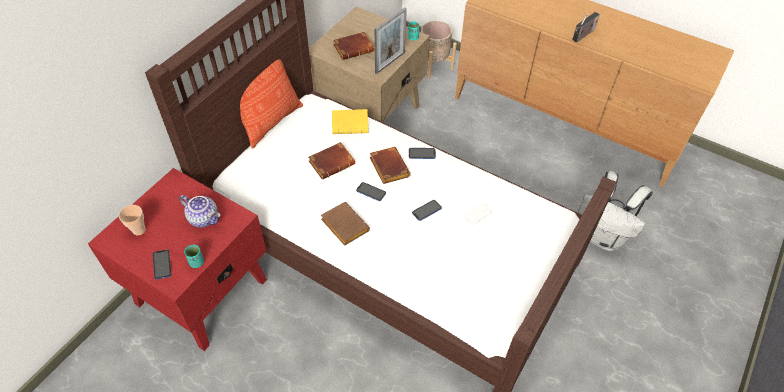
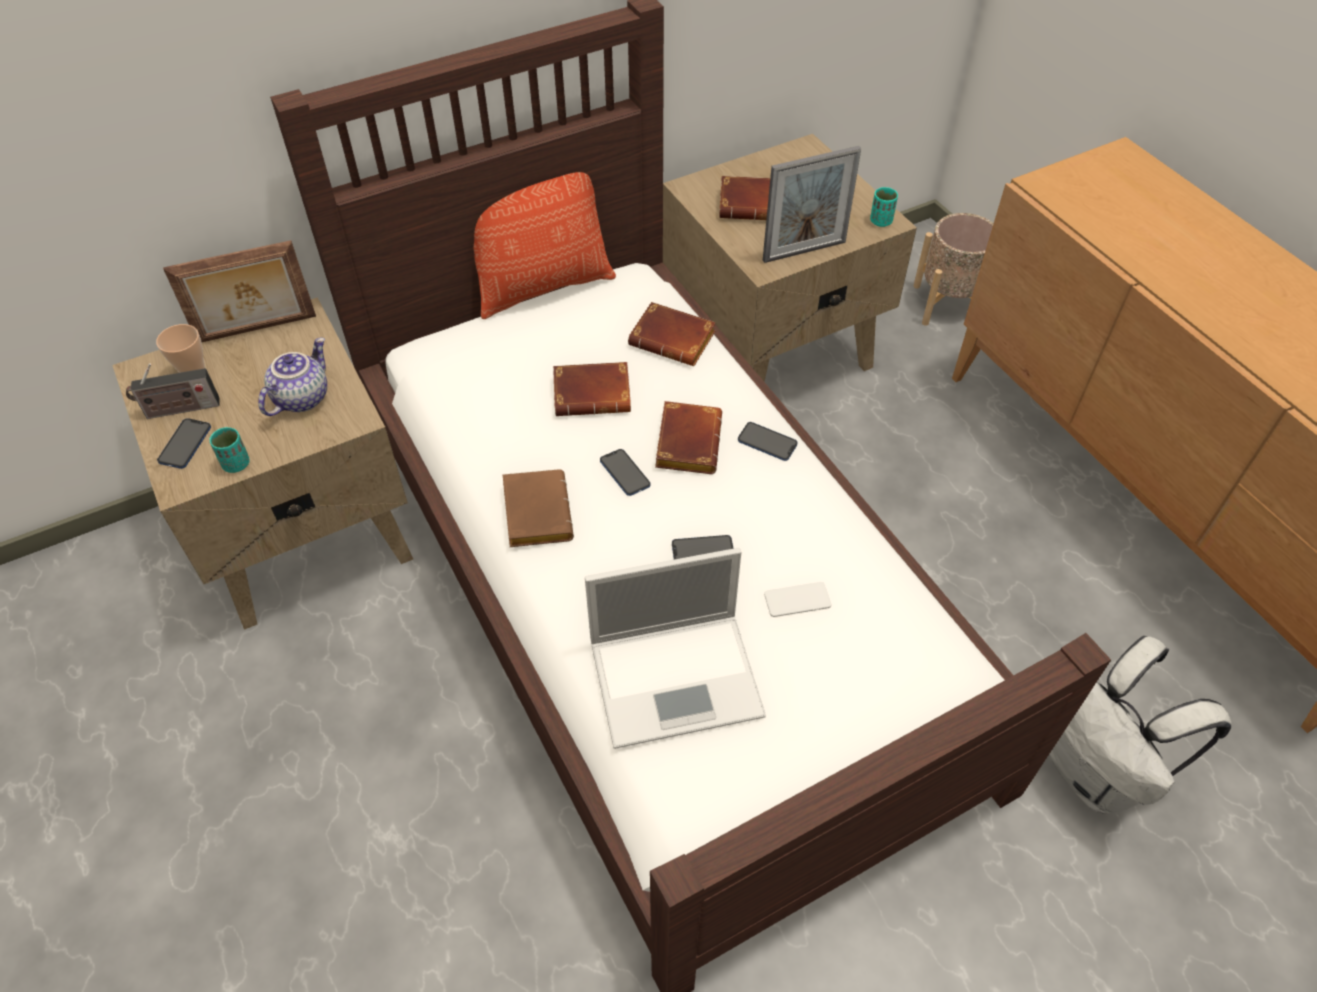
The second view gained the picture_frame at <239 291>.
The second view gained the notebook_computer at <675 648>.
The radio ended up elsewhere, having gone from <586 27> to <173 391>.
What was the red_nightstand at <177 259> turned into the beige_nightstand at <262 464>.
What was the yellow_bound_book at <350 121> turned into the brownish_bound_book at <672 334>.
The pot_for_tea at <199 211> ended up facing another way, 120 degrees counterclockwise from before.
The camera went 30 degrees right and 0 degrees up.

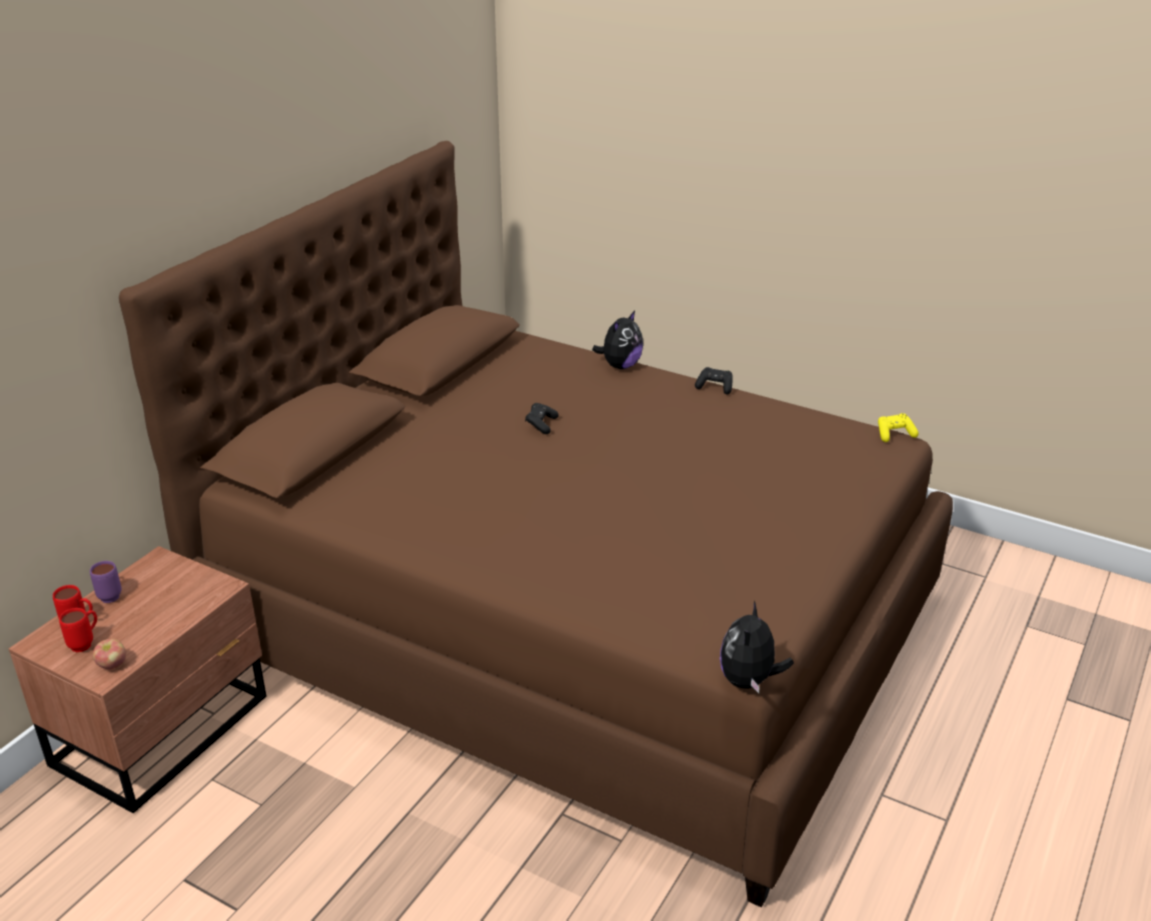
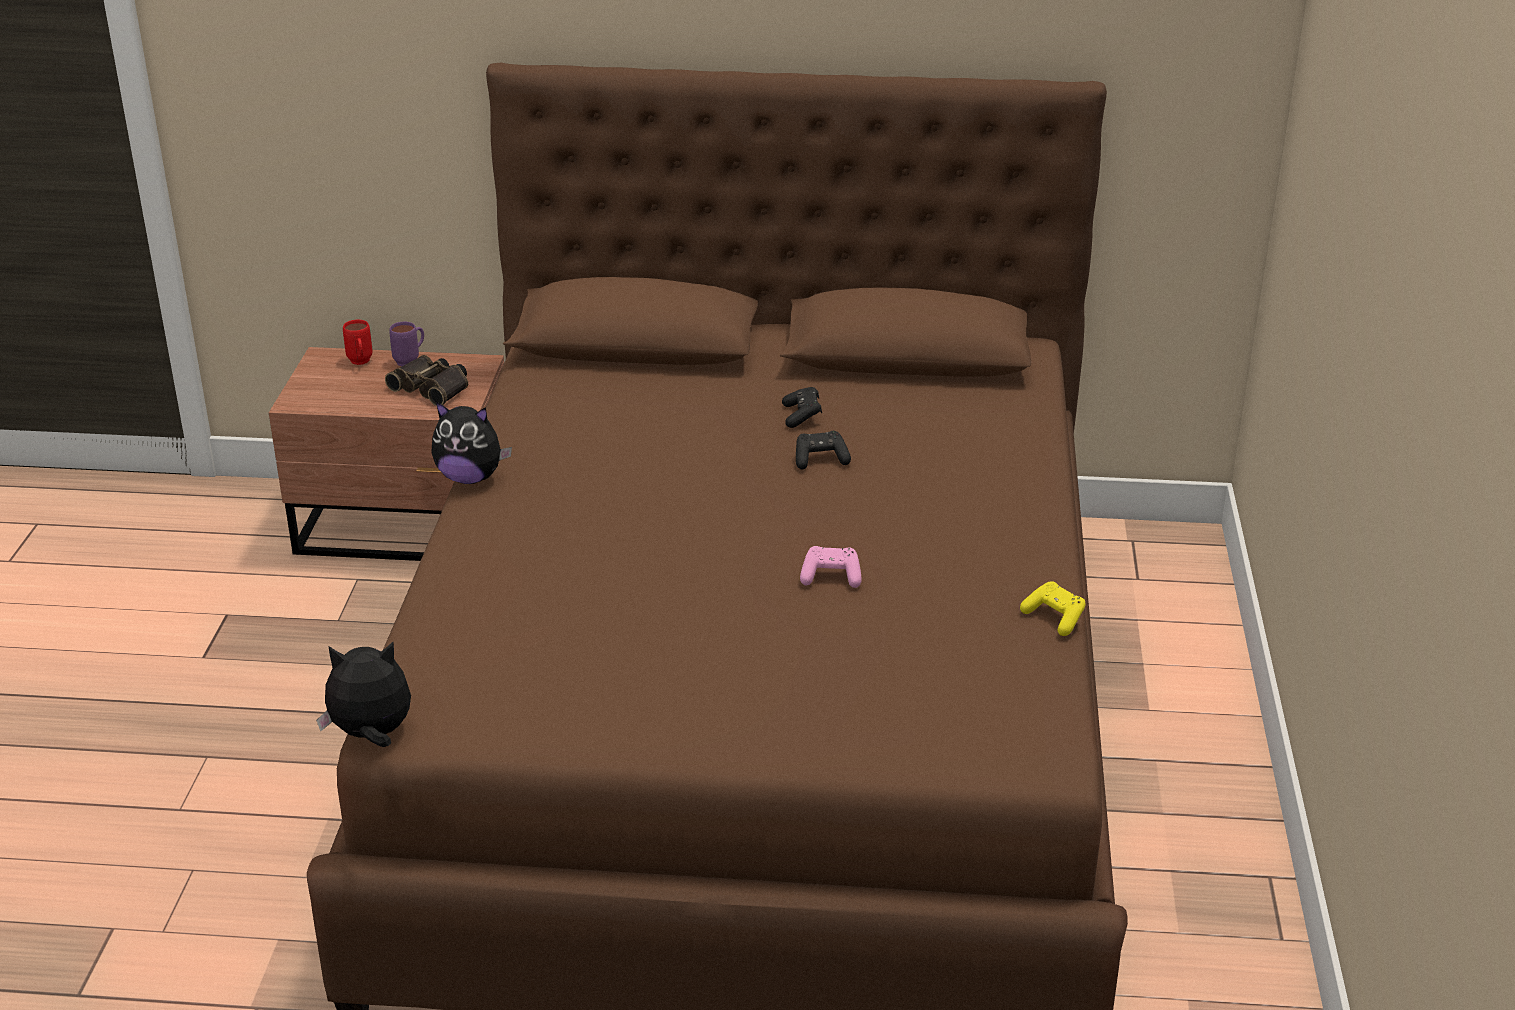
The second view lost the red_mug at <78 630>.
The second view lost the whole_apple at <109 654>.
The second view gained the field_glasses at <426 380>.
The second view gained the pink-coloured_game_controller at <831 567>.
The cuddly_toy ended up elsewhere, having gone from <617 340> to <471 443>.
The blackish_game_controller ended up elsewhere, having gone from <714 380> to <802 407>.
The yellow_game_controller ended up elsewhere, having gone from <898 427> to <1053 608>.
The camera went 65 degrees right and 0 degrees up.

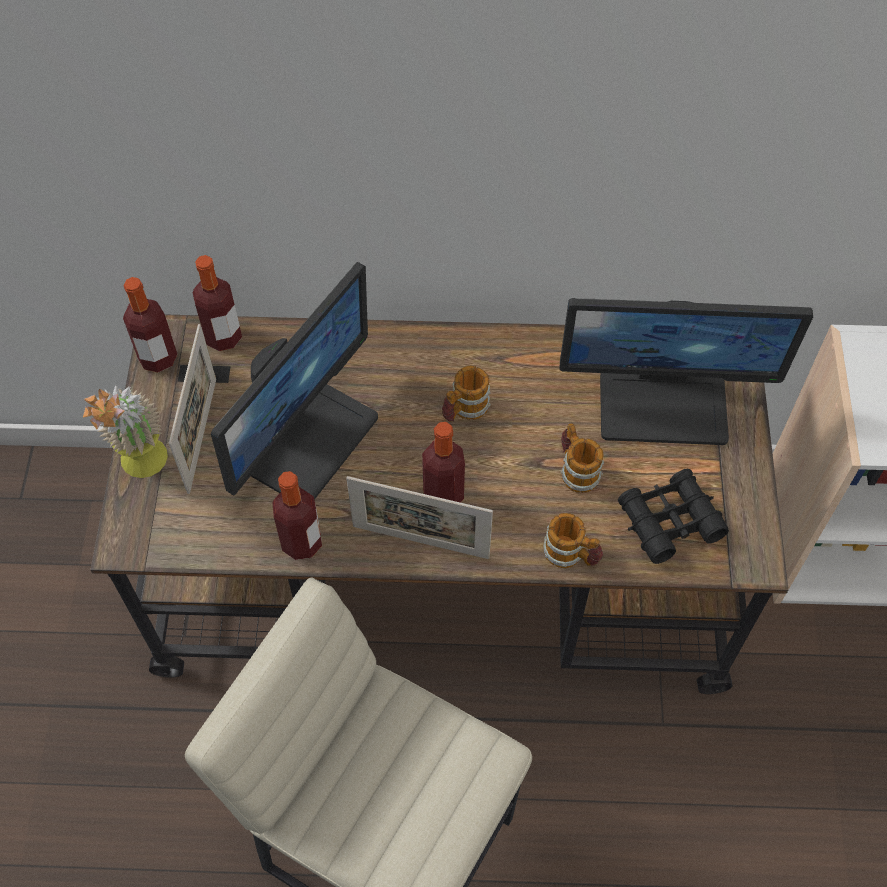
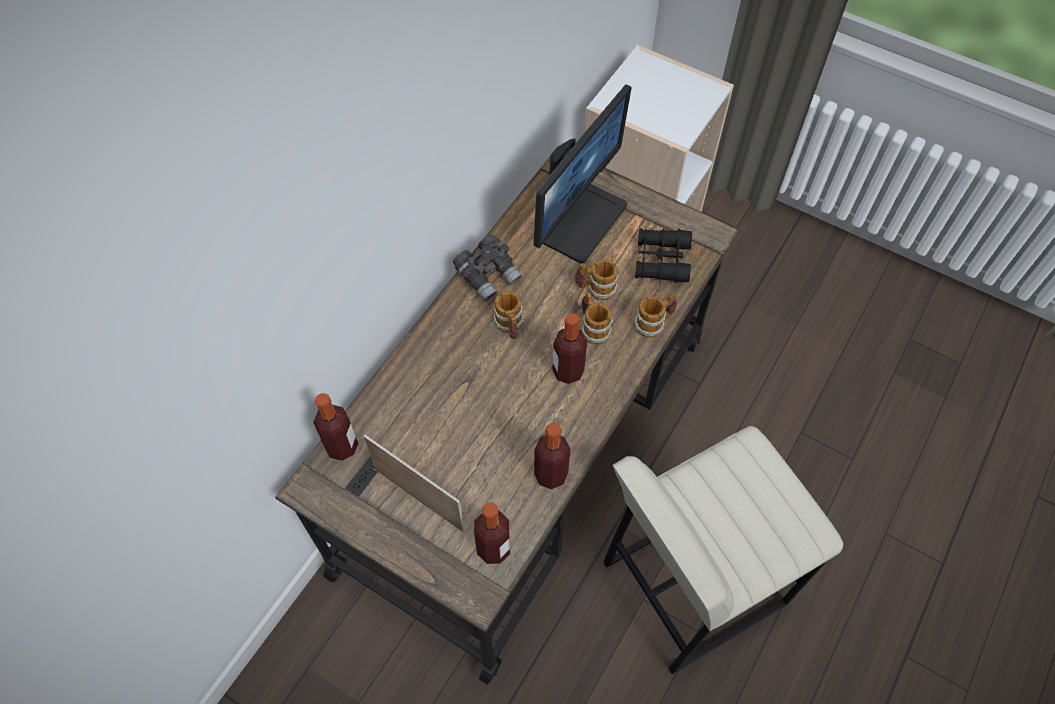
The second view lost the plant_in_a_pot at <125 431>.
The second view lost the computer_screen at <294 381>.
The second view lost the picture_frame at <419 517>.
The second view gained the grey_field_glasses at <487 268>.
The second view gained the mug at <597 318>.
The bottle ended up elsewhere, having gone from <150 325> to <492 533>.
The camera went 60 degrees left and 0 degrees up.

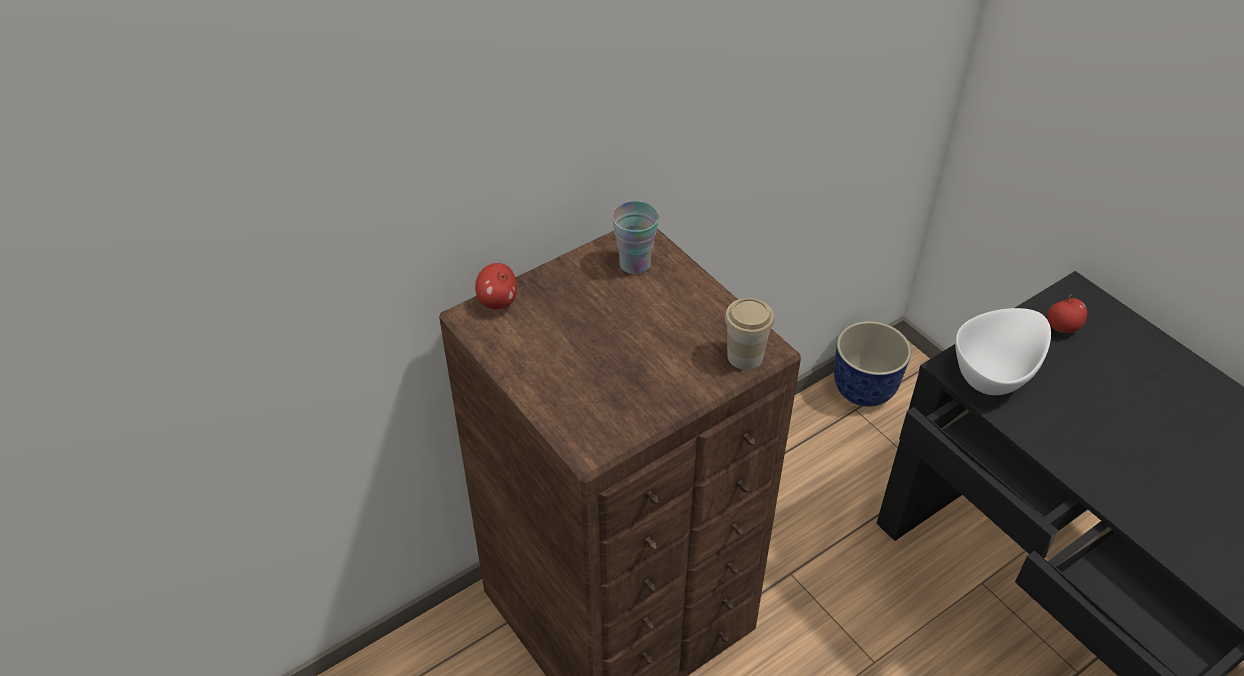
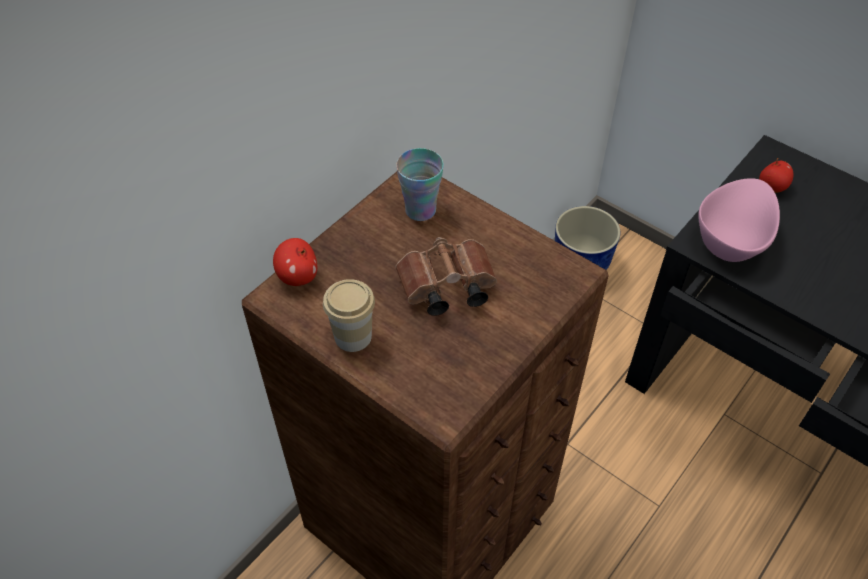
The second view gained the brownish_field_glasses at <446 276>.
The cup ended up elsewhere, having gone from <749 334> to <349 315>.
What was the whitish_deep_dish at <1003 351> turned into the pink-coloured_deep_dish at <739 220>.
The camera went 15 degrees left and 5 degrees up.

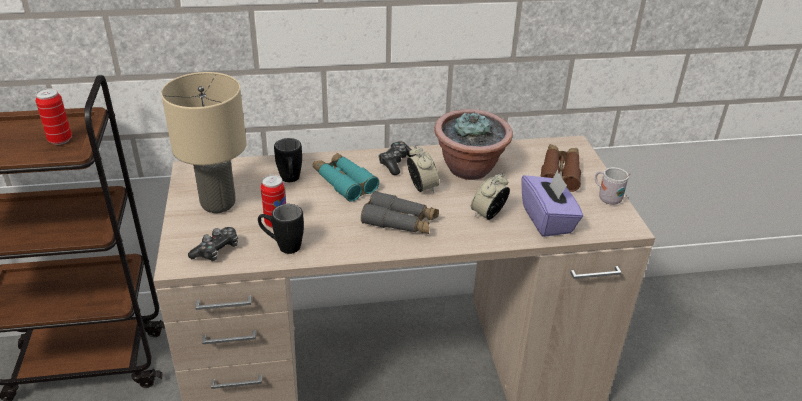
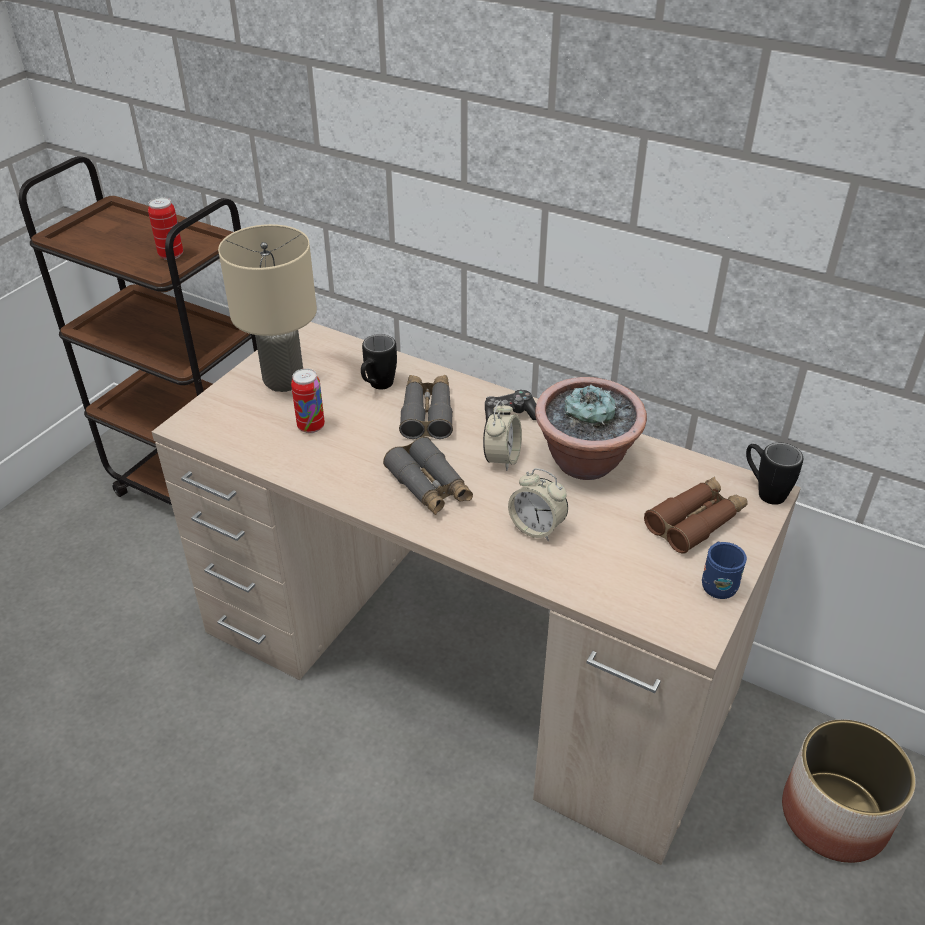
The second view lost the game_controller at <213 244>.
The second view lost the purple-coloured_tissue_box at <552 203>.
The second view gained the plant_pot at <849 791>.
The blackish_mug ended up elsewhere, having gone from <281 229> to <774 474>.
What was the turquoise_field_glasses at <346 177> turned into the grey_field_glasses at <426 407>.
What was the whitish_mug at <613 186> turned into the blue-coloured_mug at <724 570>.
The bedside_clock at <490 196> ended up facing another way, 135 degrees counterclockwise from before.
The camera went 40 degrees right and 5 degrees up.

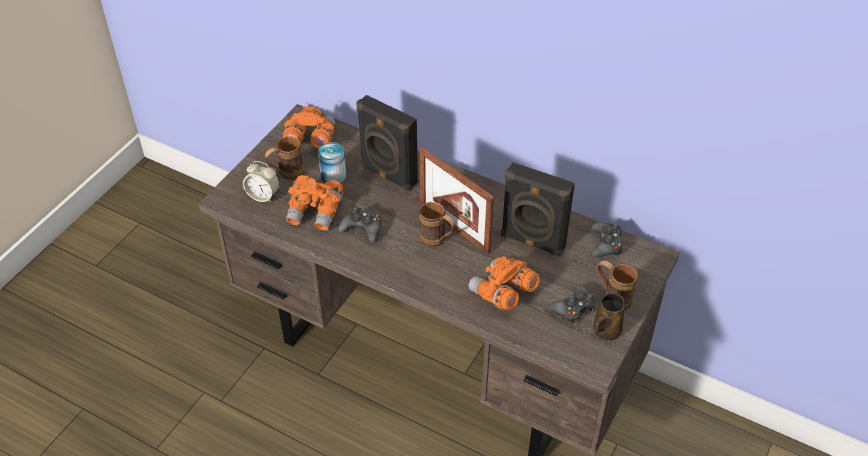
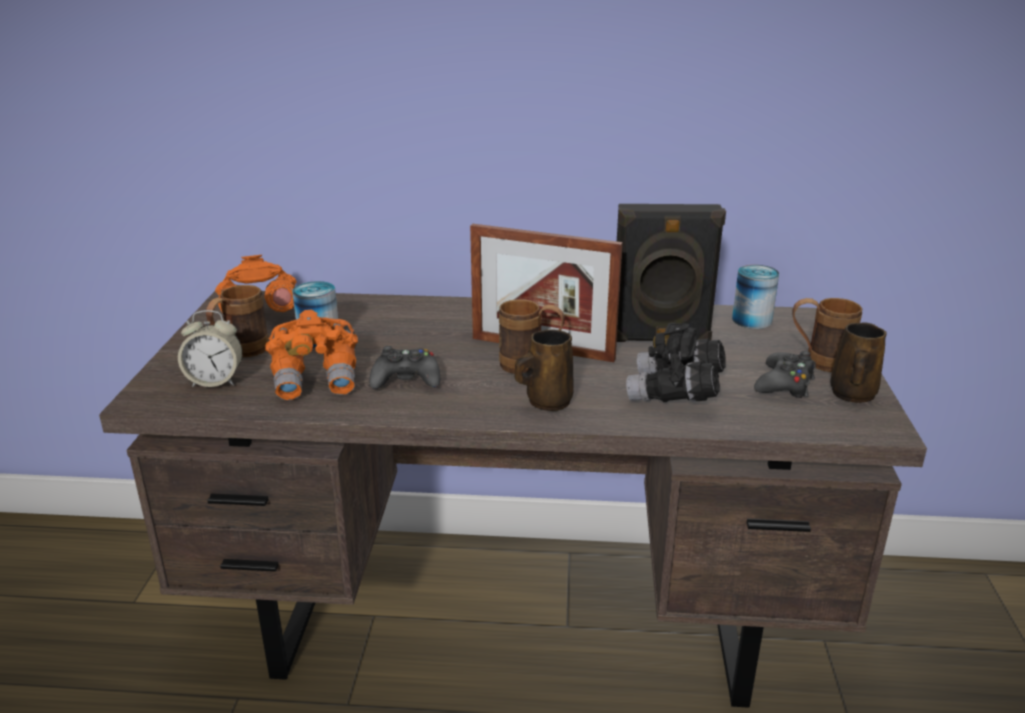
The second view lost the blackish_audio_speaker at <387 143>.
The second view gained the brownish_mug at <544 370>.
Where the blackish_game_controller stood at <607 239>, the metal_can came to stand at <755 297>.
What was the orange-coloured_field_glasses at <504 283> turned into the blackish_field_glasses at <676 362>.
The camera went 25 degrees left and 20 degrees down.

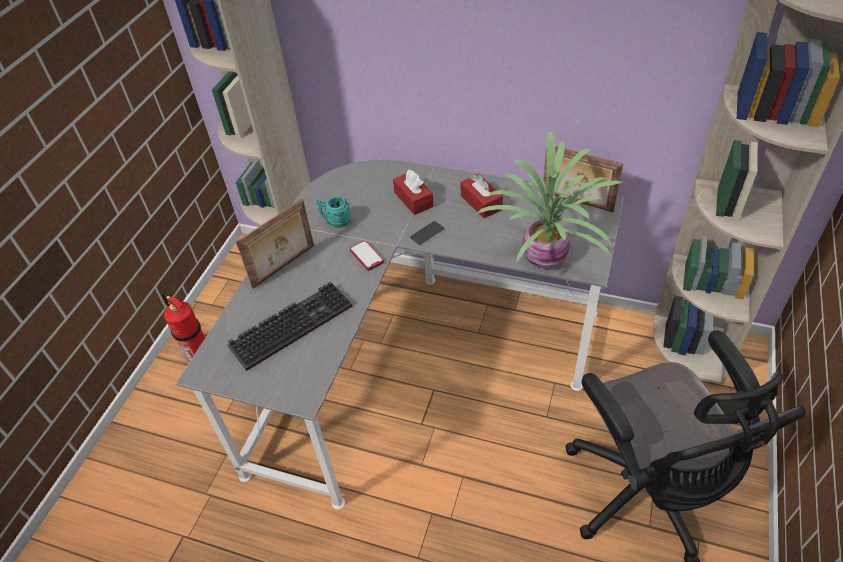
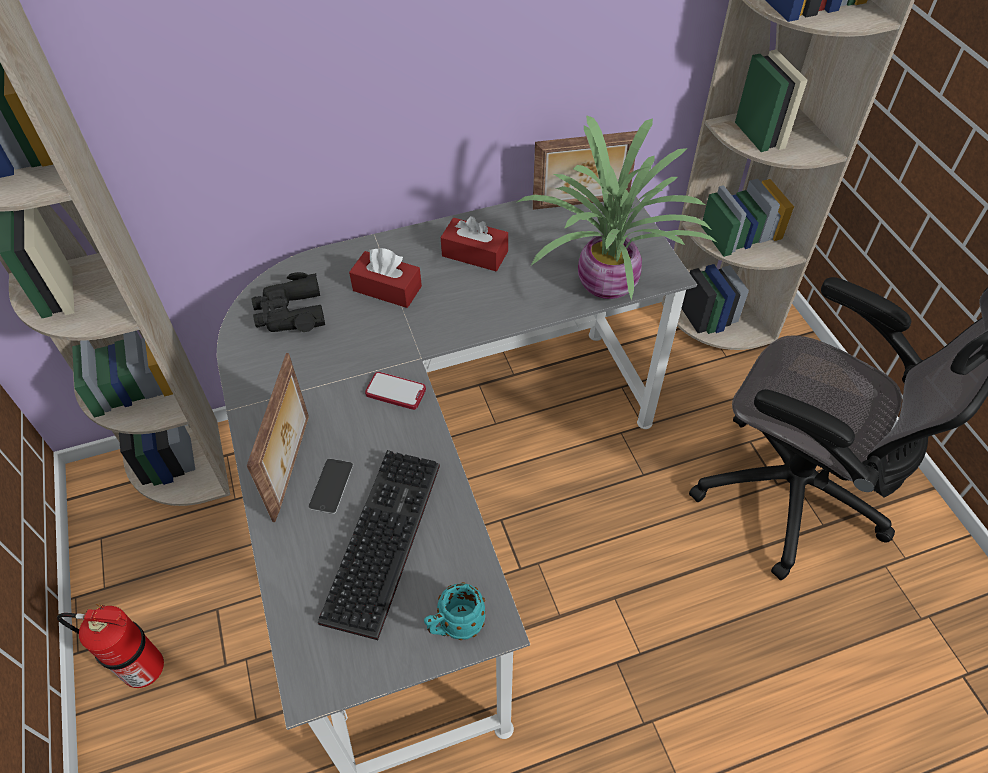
The second view gained the blackish_field_glasses at <288 302>.
The turquoise_mug ended up elsewhere, having gone from <333 212> to <454 611>.
The phone ended up elsewhere, having gone from <427 233> to <330 486>.
The camera went 40 degrees left and 5 degrees up.

